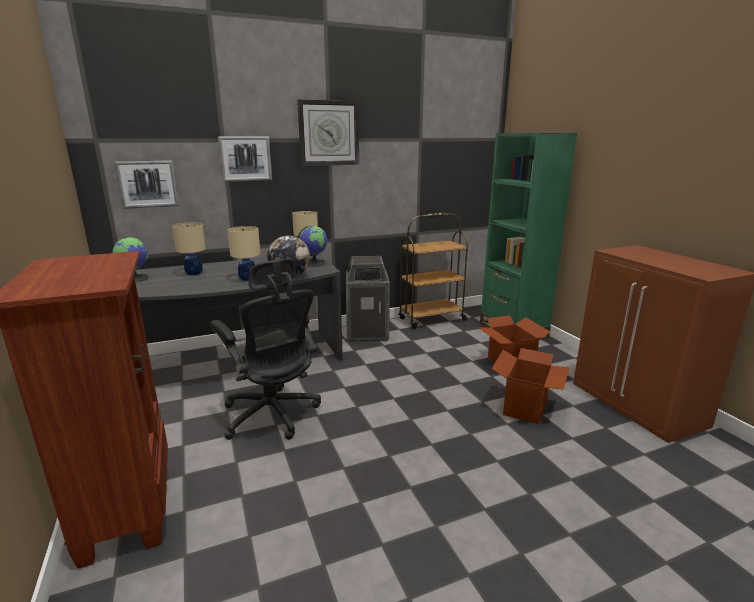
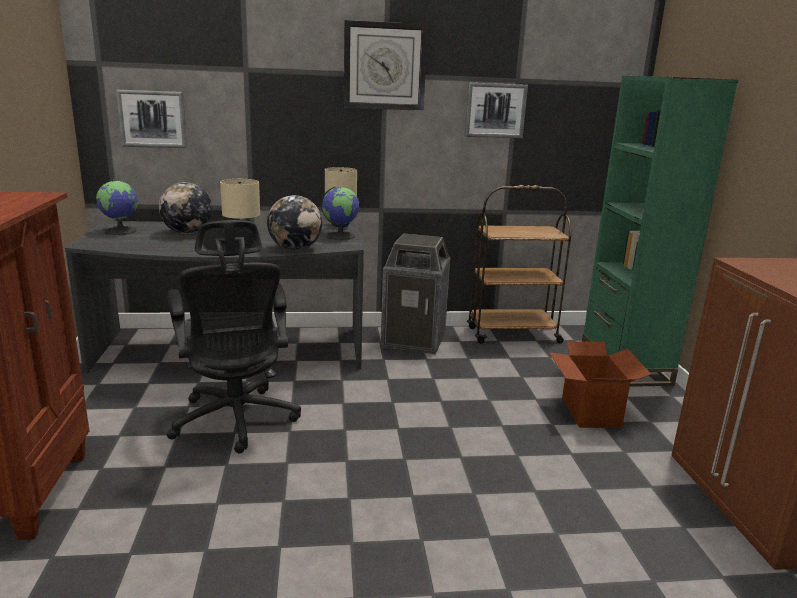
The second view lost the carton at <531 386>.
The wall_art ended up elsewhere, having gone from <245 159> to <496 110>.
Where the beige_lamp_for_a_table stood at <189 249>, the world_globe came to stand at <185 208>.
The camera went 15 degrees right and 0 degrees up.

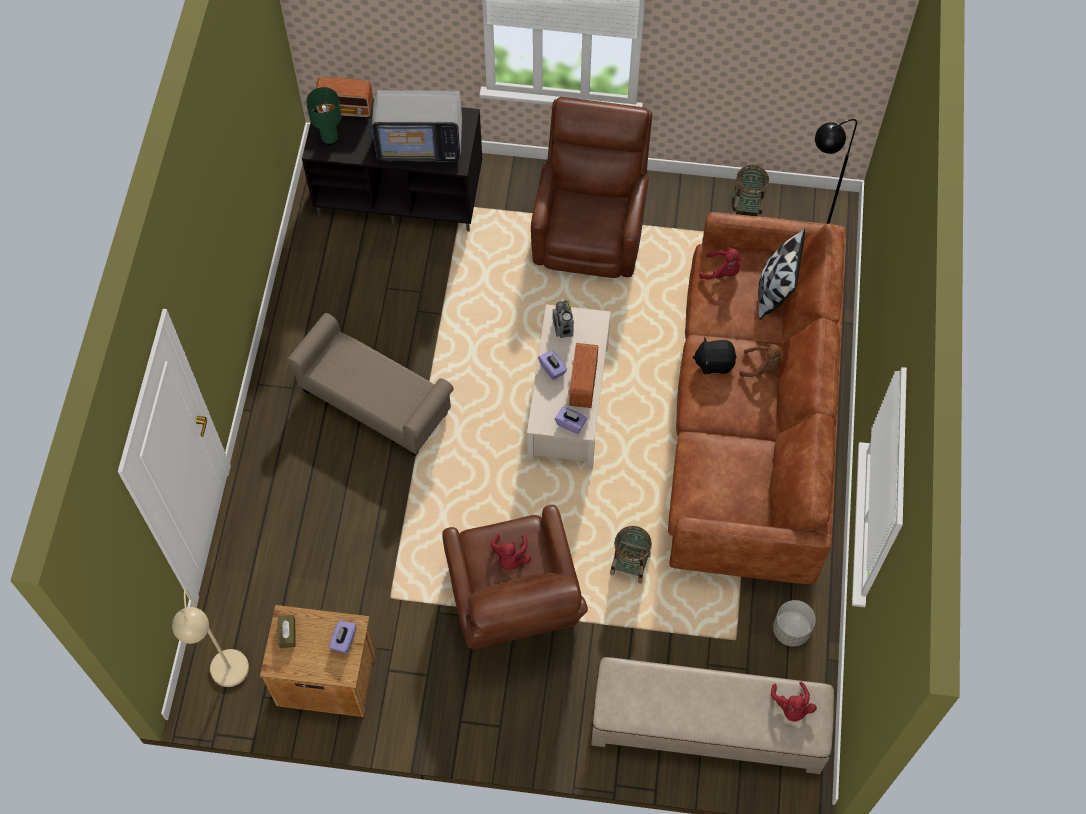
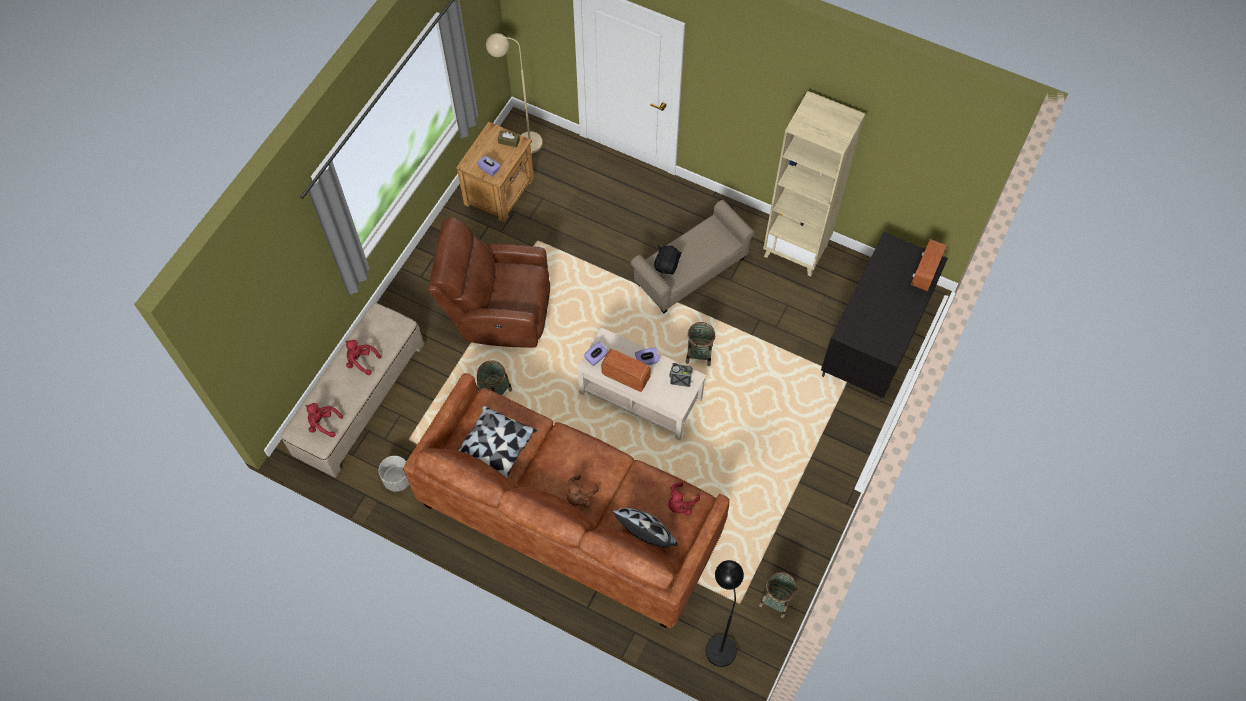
The second view lost the greenish_lamp_for_a_table at <324 116>.
The second view lost the television at <417 126>.
The second view lost the brownish_lounge_chair at <591 187>.
The second view gained the pillow at <497 442>.
The second view gained the household_basket at <700 344>.
The second view gained the beige_bookcase at <814 184>.
The red_cuddly_toy ended up elsewhere, having gone from <511 552> to <363 357>.
The blackish_cuddly_toy ended up elsewhere, having gone from <714 355> to <668 260>.
The camera went 110 degrees right and 0 degrees up.

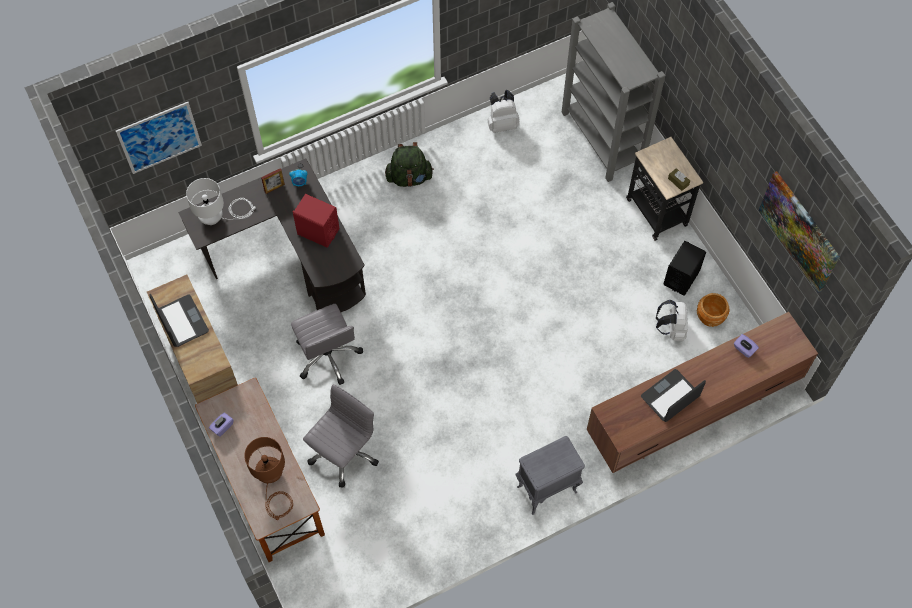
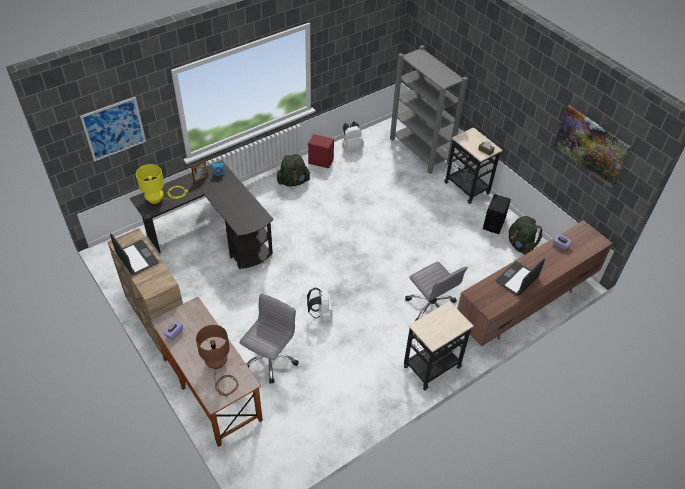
The grey_computer_chair ended up elsewhere, having gone from <327 344> to <436 291>.
The red_audio_speaker ended up elsewhere, having gone from <315 221> to <320 151>.
The whitish_rucksack ended up elsewhere, having gone from <672 320> to <320 304>.
Where the grey_nightstand stood at <550 475>, the trolley came to stand at <438 345>.
Where the brownish_plant_pot stood at <713 310>, the greenish_rucksack came to stand at <525 235>.
What was the whitish_lamp_for_a_table at <221 201> turned into the yellow_lamp_for_a_table at <162 184>.
The camera went 10 degrees left and 15 degrees down.

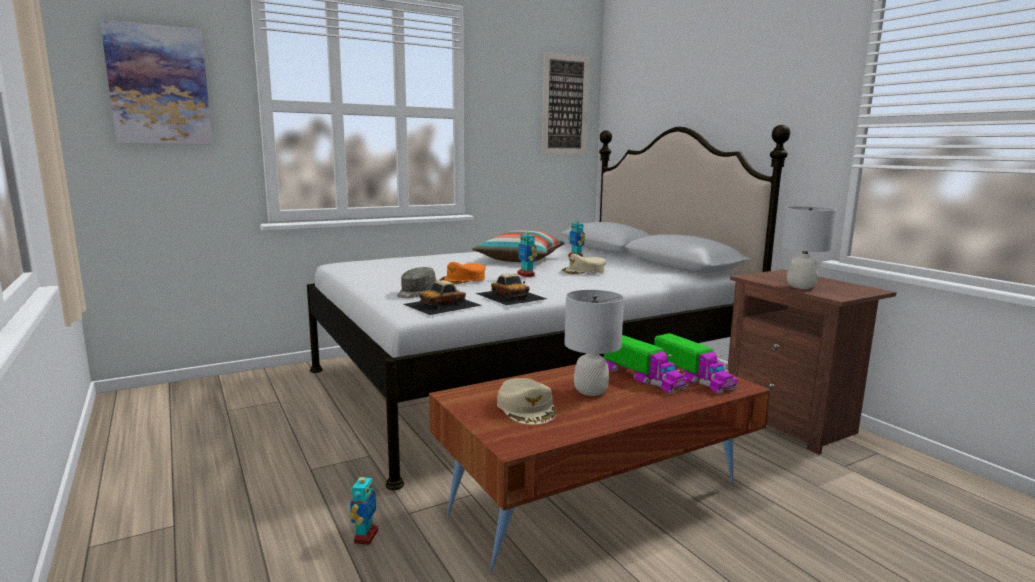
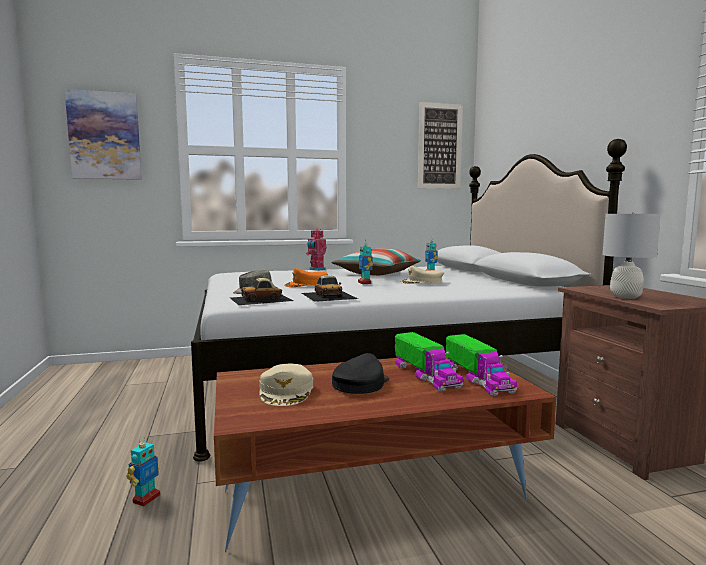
The second view gained the toy_robot at <316 249>.
Where the grey_lamp_for_a_table stood at <594 343>, the blackish_baseball_cap came to stand at <360 373>.
The camera went 15 degrees right and 5 degrees down.

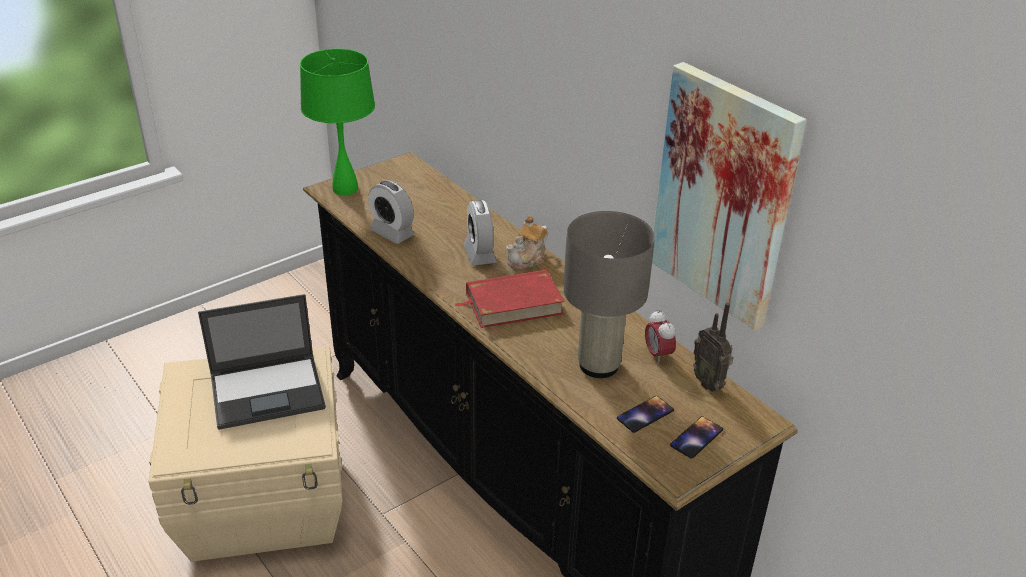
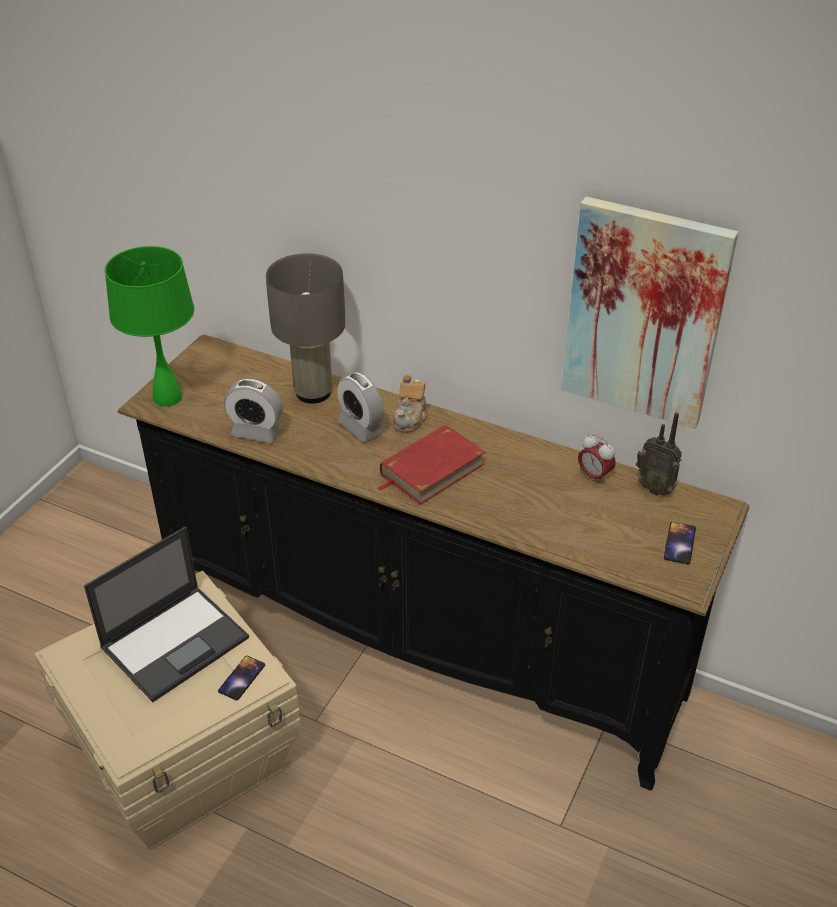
The grey_lamp_for_a_table ended up elsewhere, having gone from <609 294> to <305 328>.
The phone ended up elsewhere, having gone from <645 414> to <241 678>.
The camera went 25 degrees left and 5 degrees up.

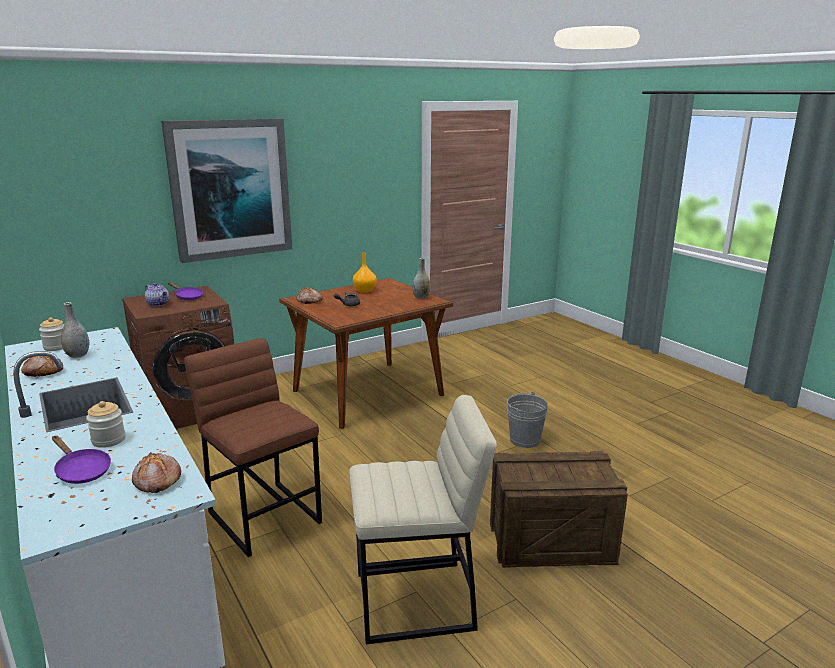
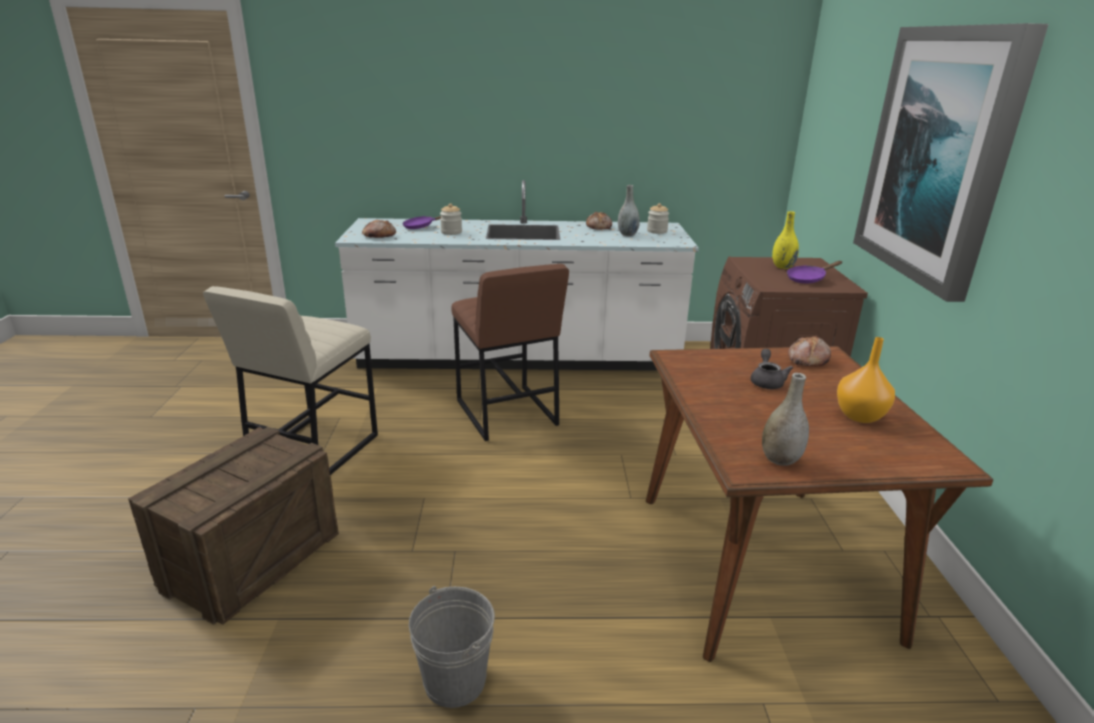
Where the pot_for_tea stood at <157 294>, the yellow_vase came to stand at <785 240>.
The brownish_plain_chair at <253 447> ended up facing another way, 75 degrees clockwise from before.
The camera went 120 degrees right and 5 degrees up.

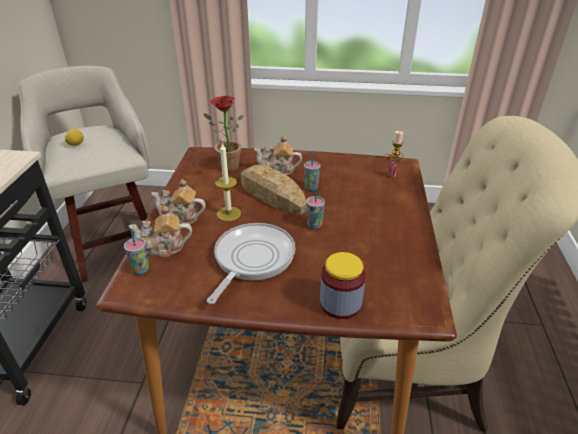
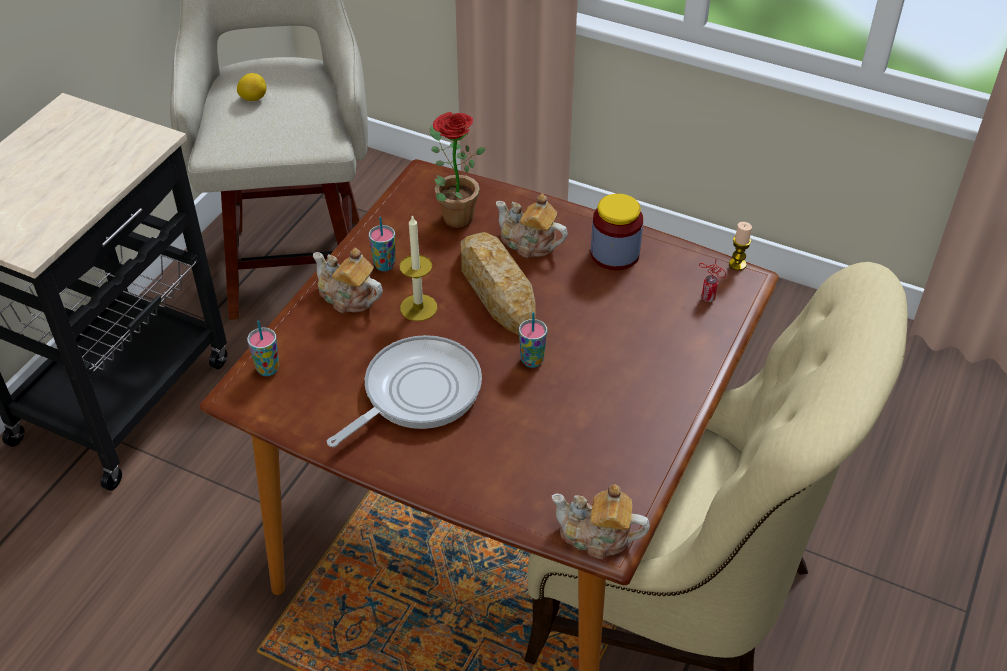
The pot_for_tea ended up elsewhere, having gone from <160 231> to <601 521>.
The cup ended up elsewhere, having gone from <312 172> to <382 244>.
The storage_jar ended up elsewhere, having gone from <343 285> to <617 232>.
The camera went 20 degrees right and 10 degrees up.

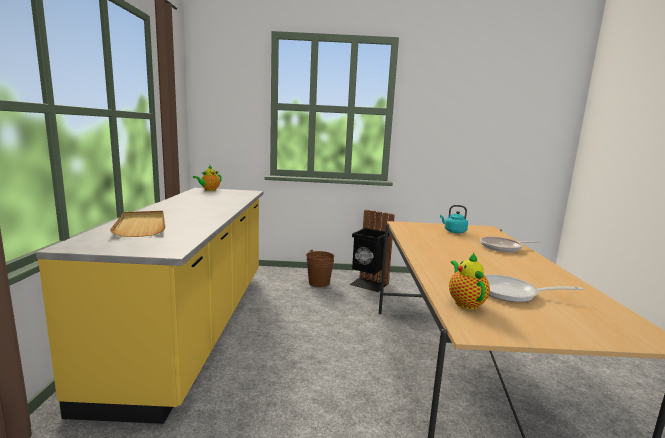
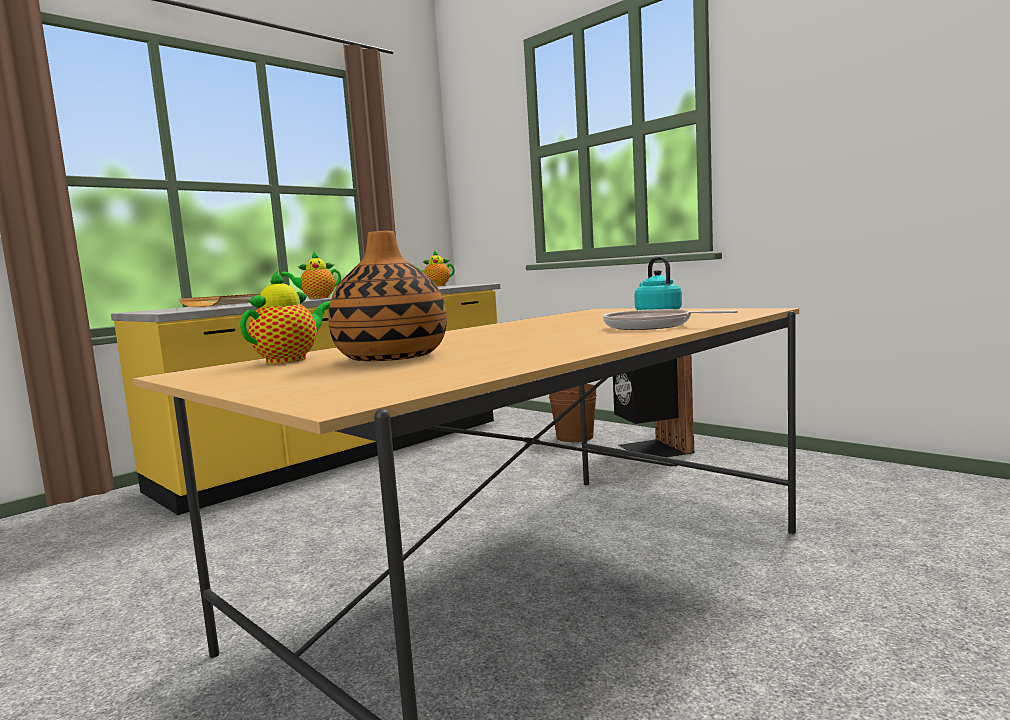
The second view gained the pot_for_tea at <311 275>.
Where the frying_pan stood at <533 288>, the vase came to stand at <387 296>.
The camera went 45 degrees right and 5 degrees down.

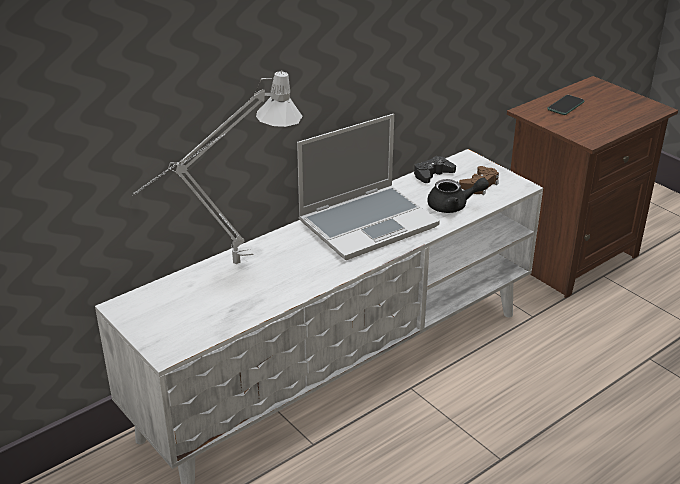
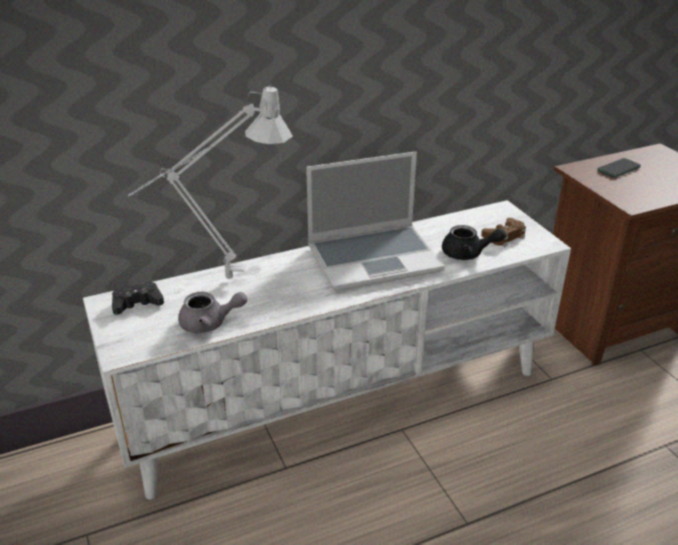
The second view gained the grey_pot_for_tea at <212 312>.
The blackish_game_controller ended up elsewhere, having gone from <435 169> to <138 298>.
The camera went 15 degrees right and 0 degrees up.

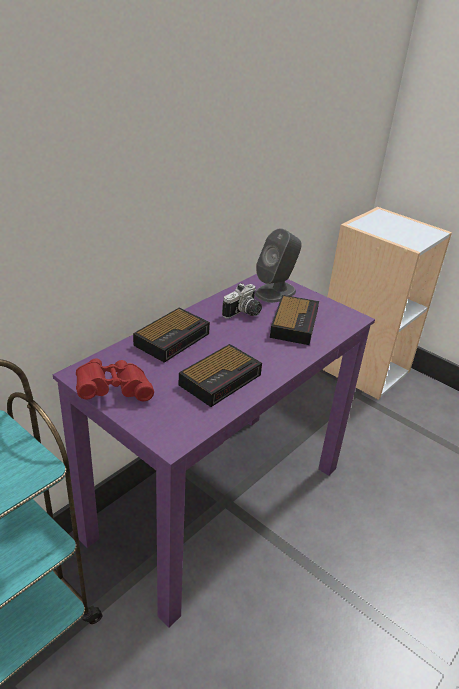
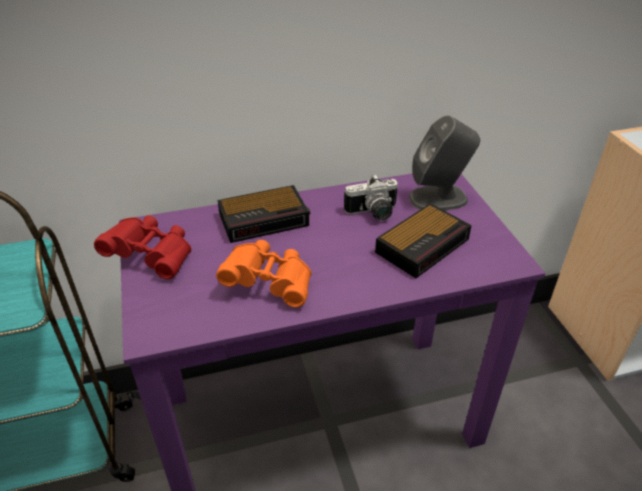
Where the bedside_clock stood at <220 375>, the orange-coloured_field_glasses came to stand at <263 274>.
The camera went 35 degrees right and 5 degrees up.

